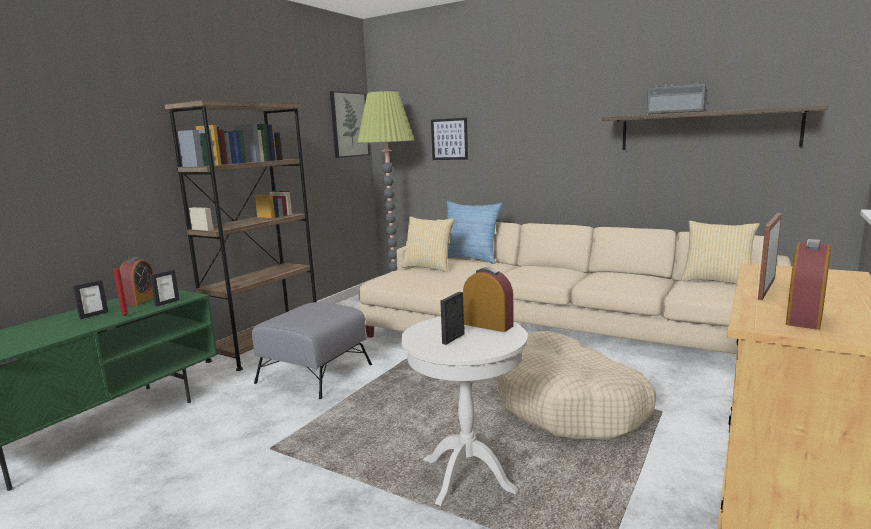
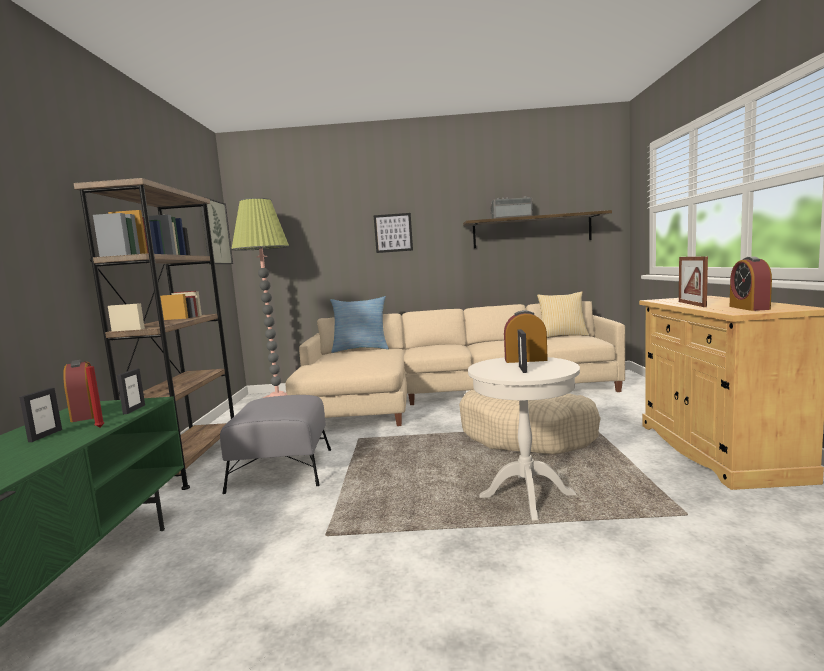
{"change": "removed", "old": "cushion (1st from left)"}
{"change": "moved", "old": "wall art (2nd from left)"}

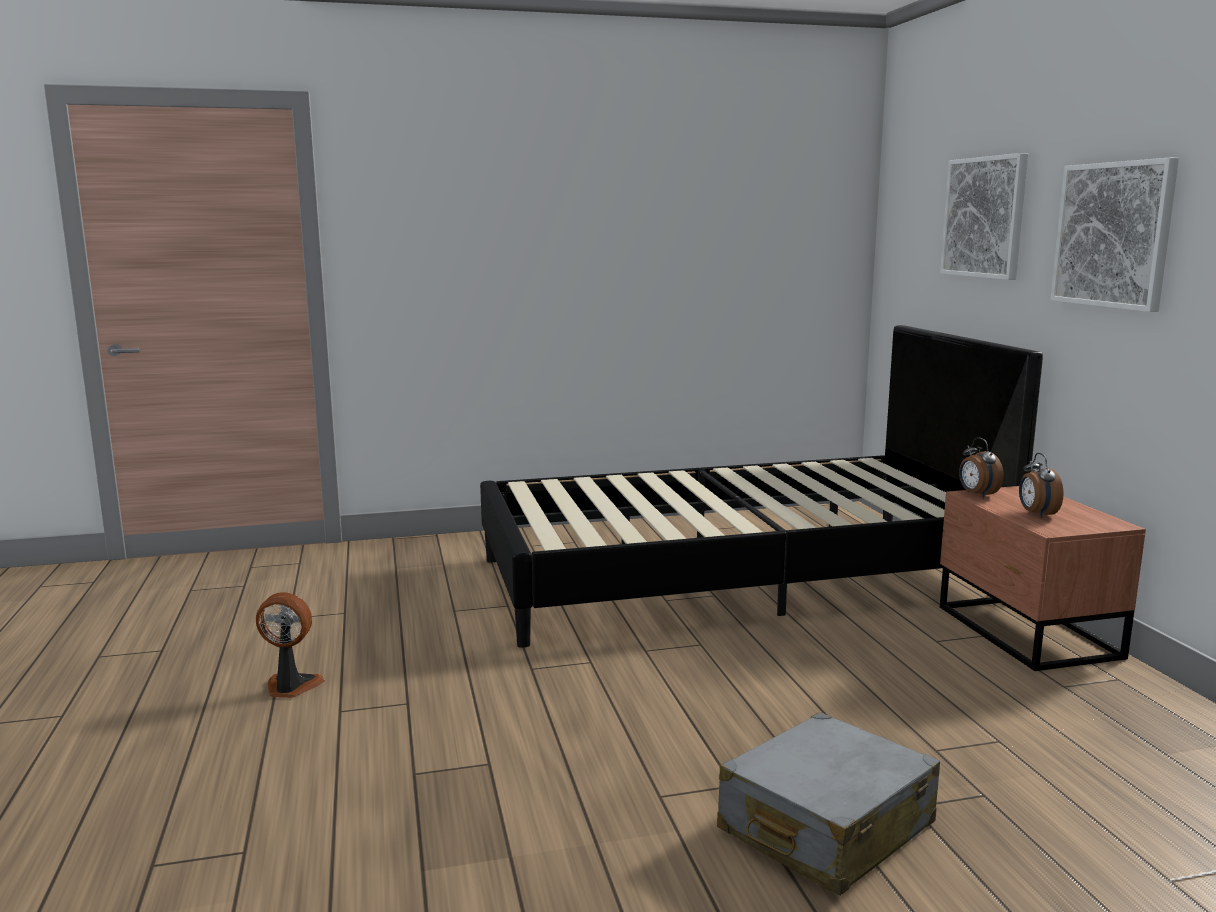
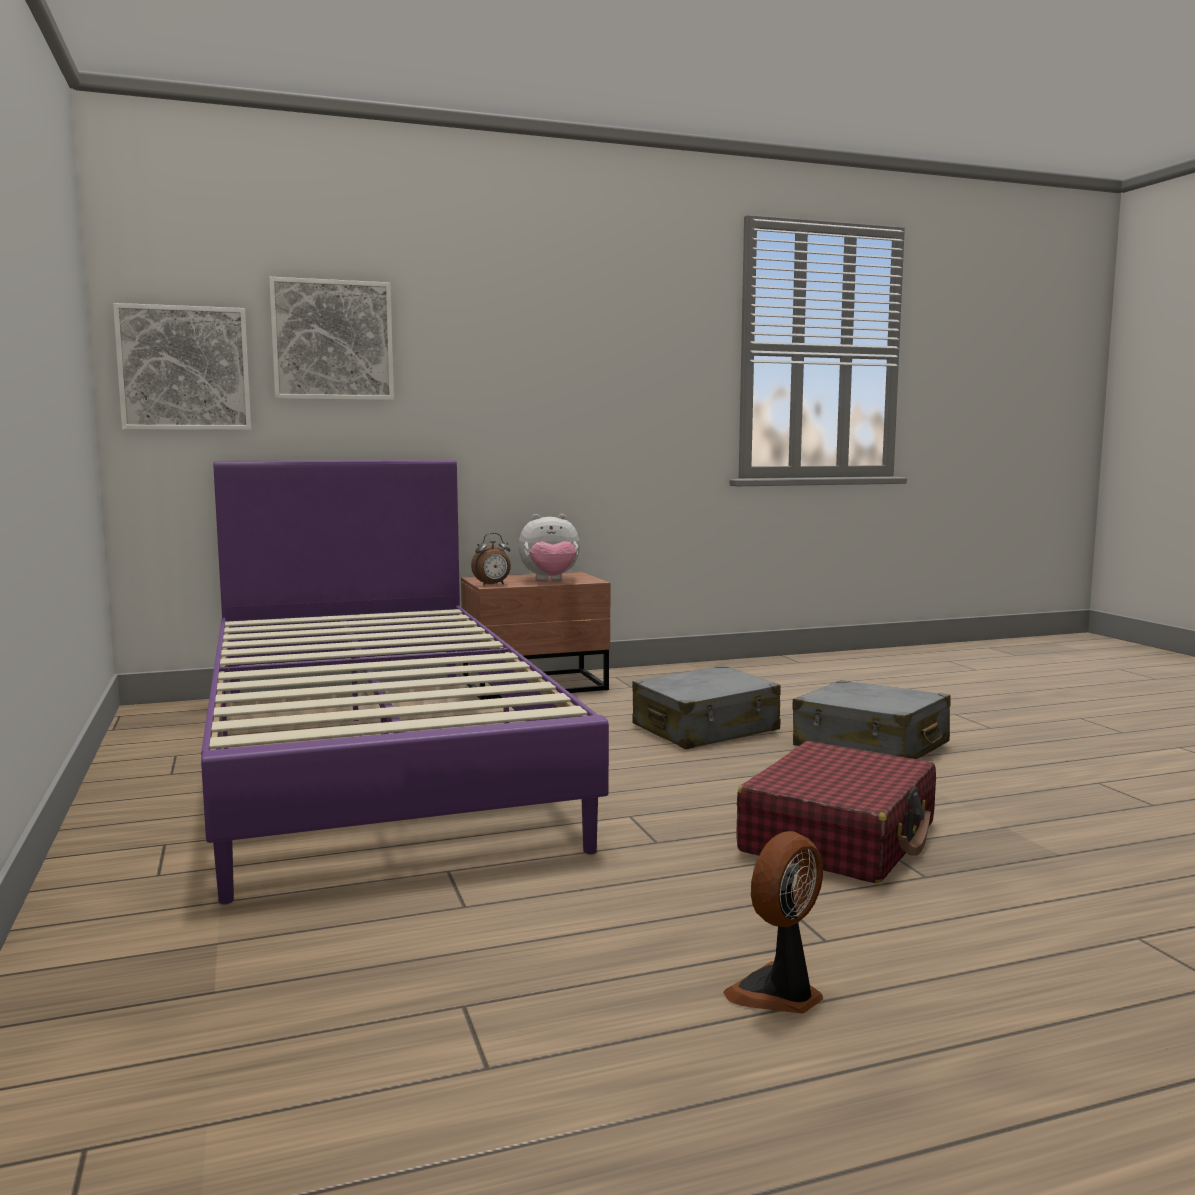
{"change": "turned", "old": "fan", "degrees": 45}
{"change": "recoloured", "old": "bed/black-coloured", "new": "bed/purple-coloured"}
{"change": "replaced", "old": "alarm clock (2nd from left)", "new": "cuddly toy"}
{"change": "moved", "old": "wall art (2nd from left in the first image)", "new": "wall art (1st from left)"}
{"change": "added", "new": "suitcase/gray (1st from left)"}
{"change": "added", "new": "suitcase/red-coloured"}

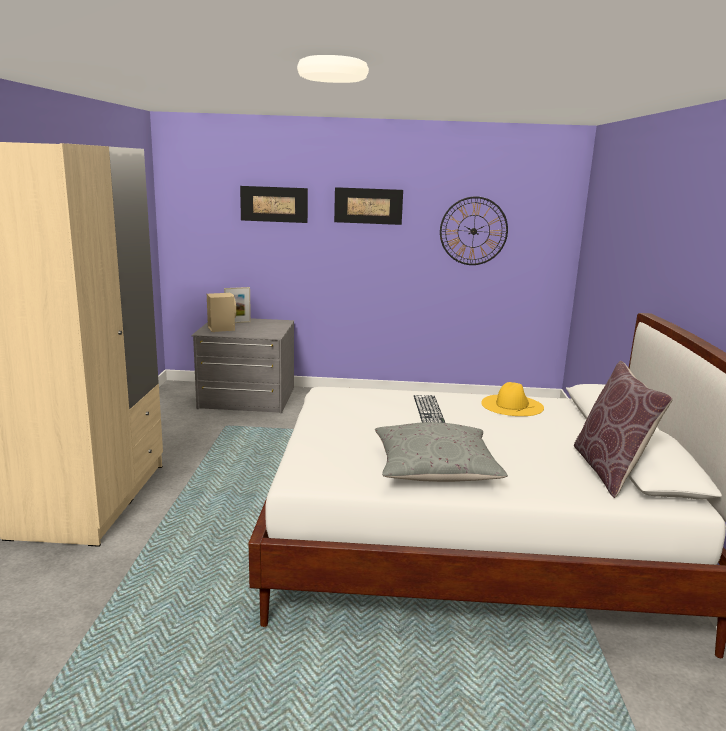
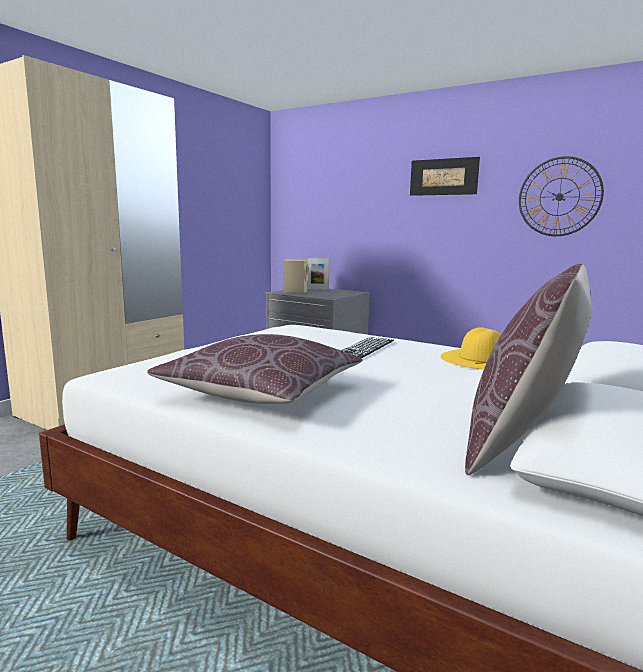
{"change": "removed", "old": "wall art (1st from left)"}
{"change": "recoloured", "old": "cushion/gray", "new": "cushion/brown-coloured (1st from left)"}

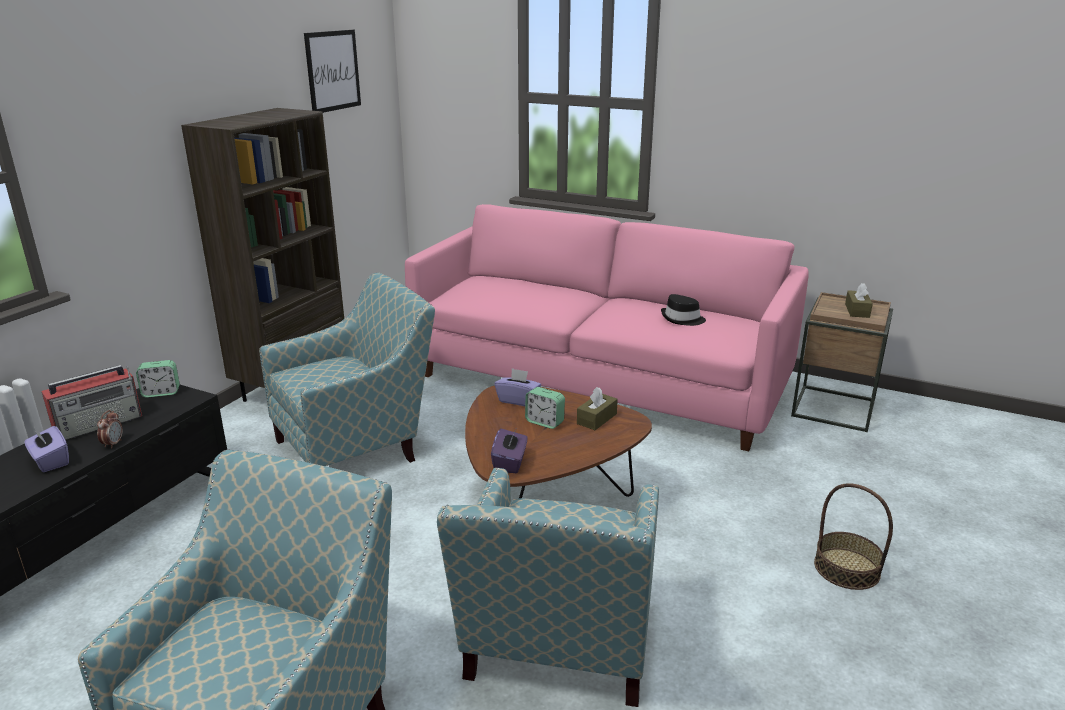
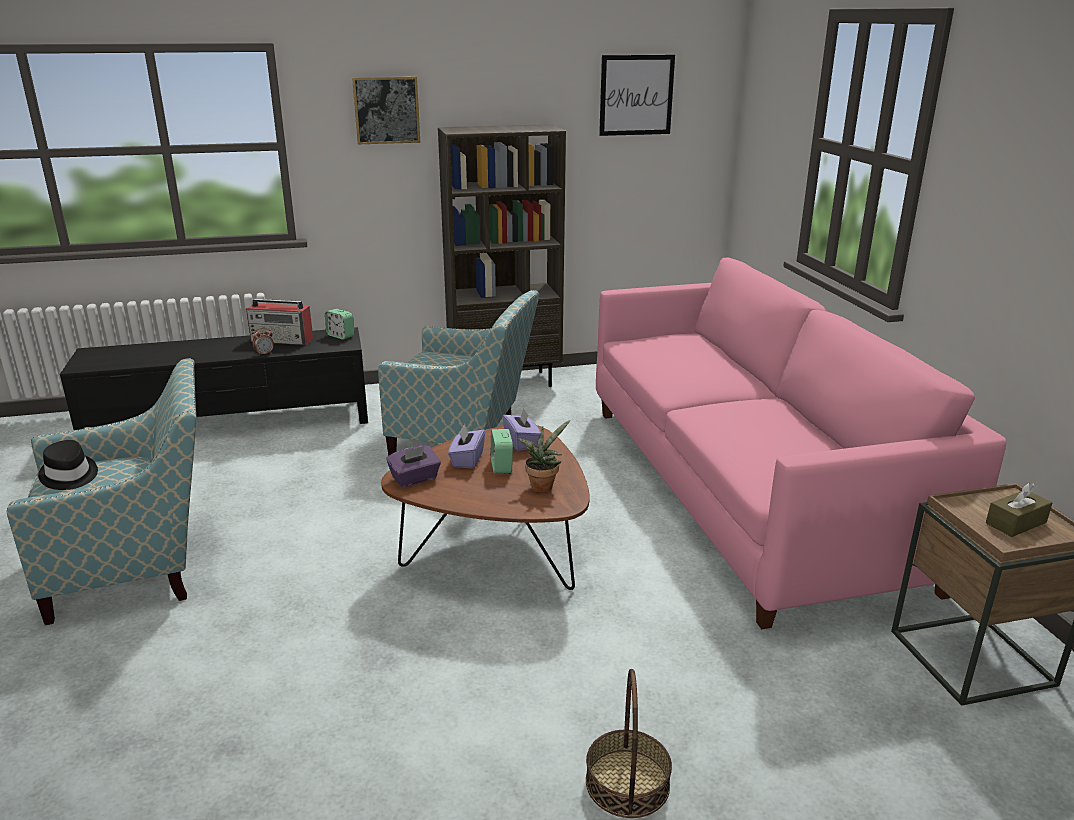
{"change": "moved", "old": "box of tissues/purple-coloured (1st from left in the first image)", "new": "box of tissues/purple-coloured (2nd from left)"}
{"change": "removed", "old": "easy chair (3rd from left)"}
{"change": "replaced", "old": "box of tissues/brown-coloured (1st from left)", "new": "potted plant"}
{"change": "moved", "old": "wearable hat/black-coloured"}
{"change": "added", "new": "wall art (1st from left)"}

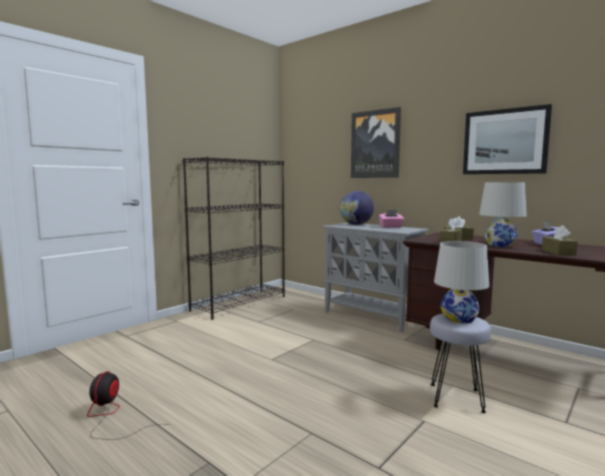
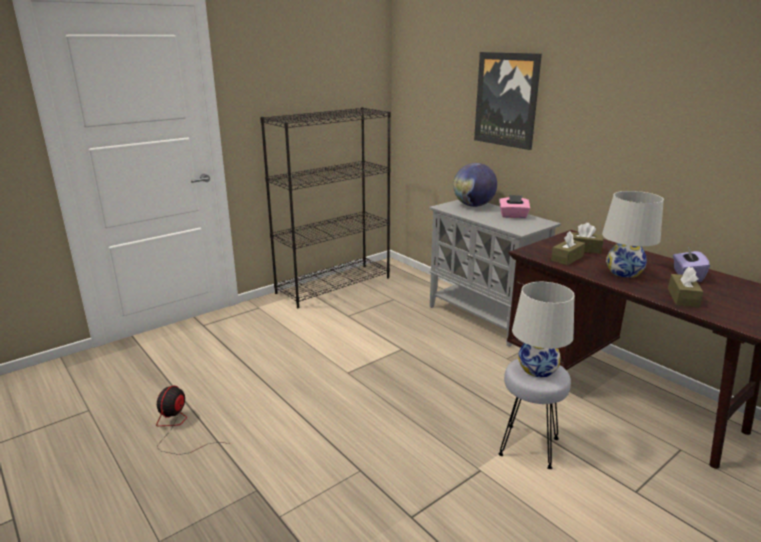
{"change": "removed", "old": "wall art (2nd from left)"}

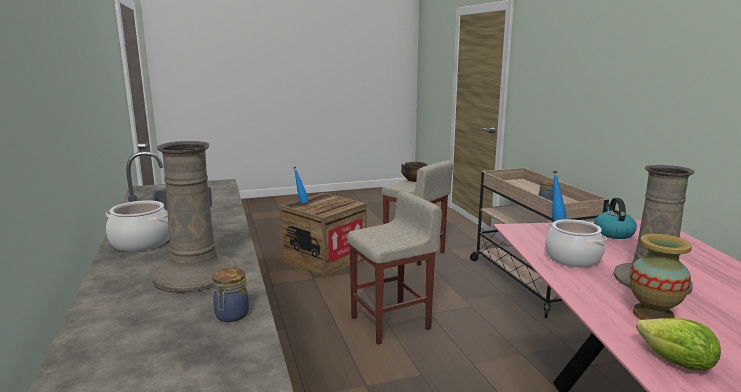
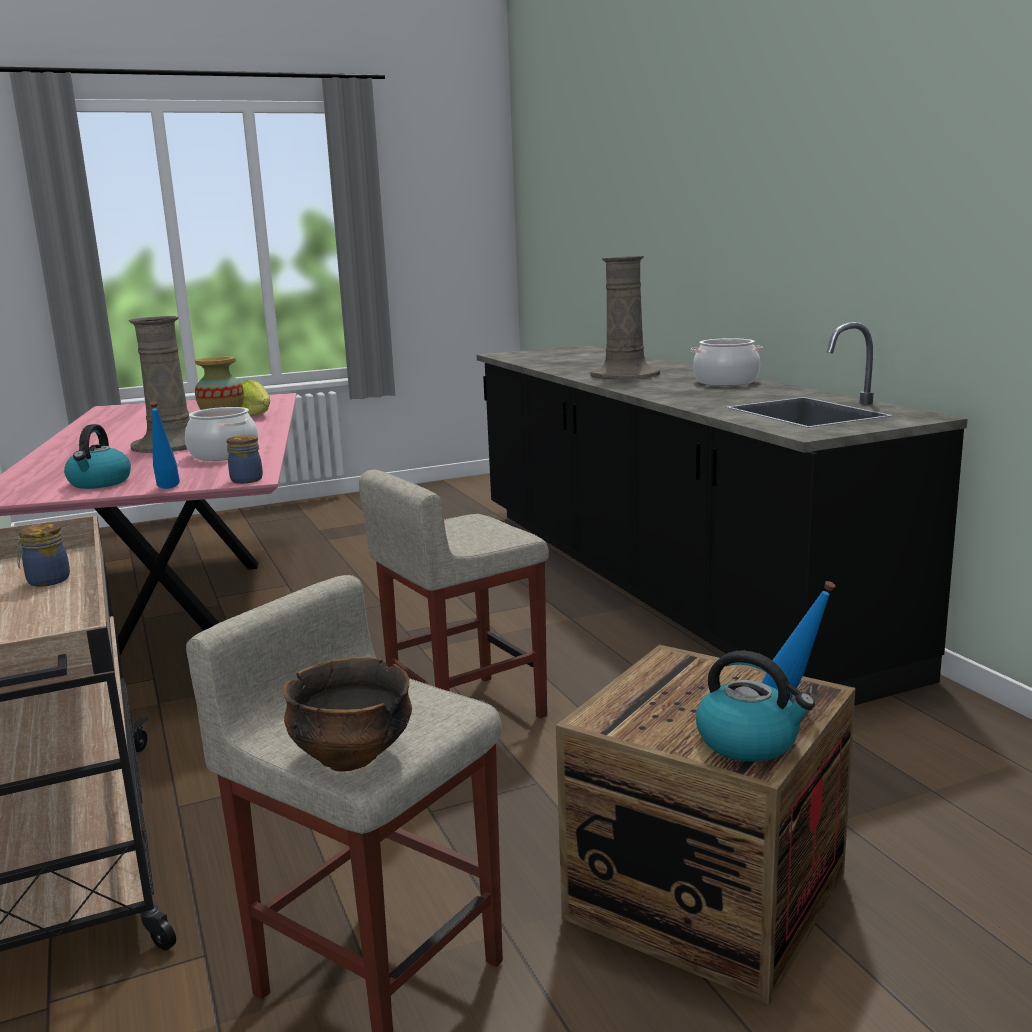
{"change": "moved", "old": "jar (1st from left in the first image)", "new": "jar (2nd from left)"}
{"change": "added", "new": "kettle (2nd from left)"}

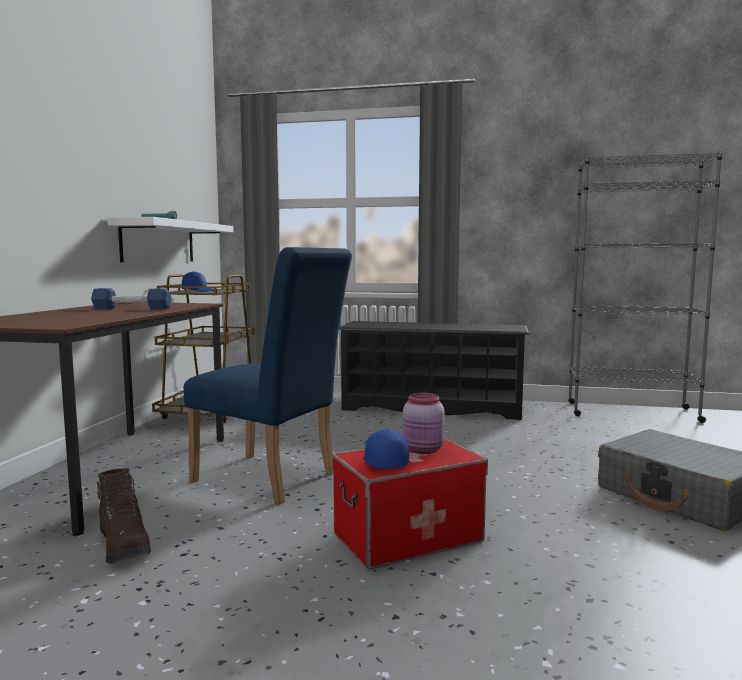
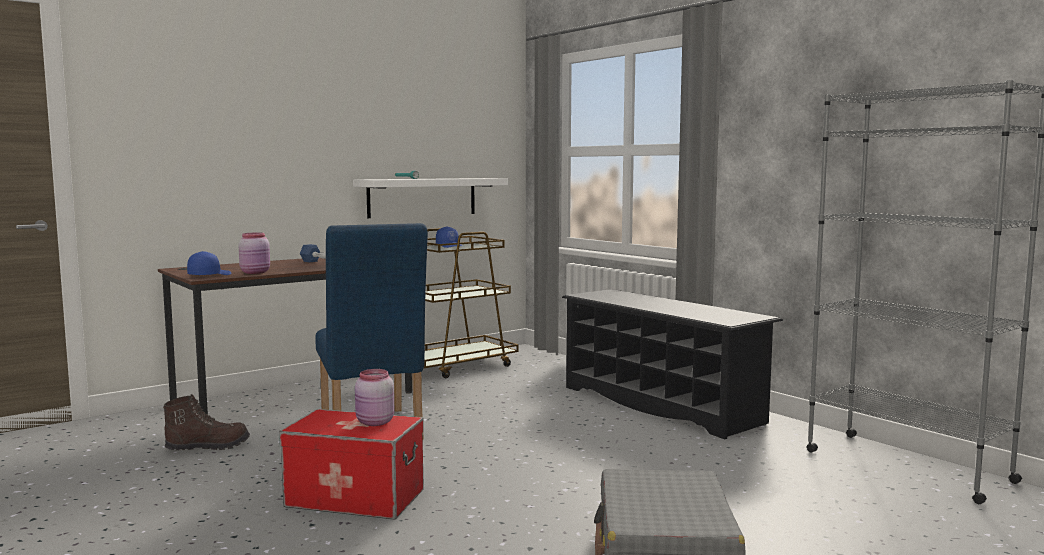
{"change": "turned", "old": "tall boot/brown-coloured", "degrees": -120}
{"change": "moved", "old": "peaked cap/blue (2nd from left in the first image)", "new": "peaked cap/blue (1st from left)"}
{"change": "added", "new": "jar/pink (1st from left)"}

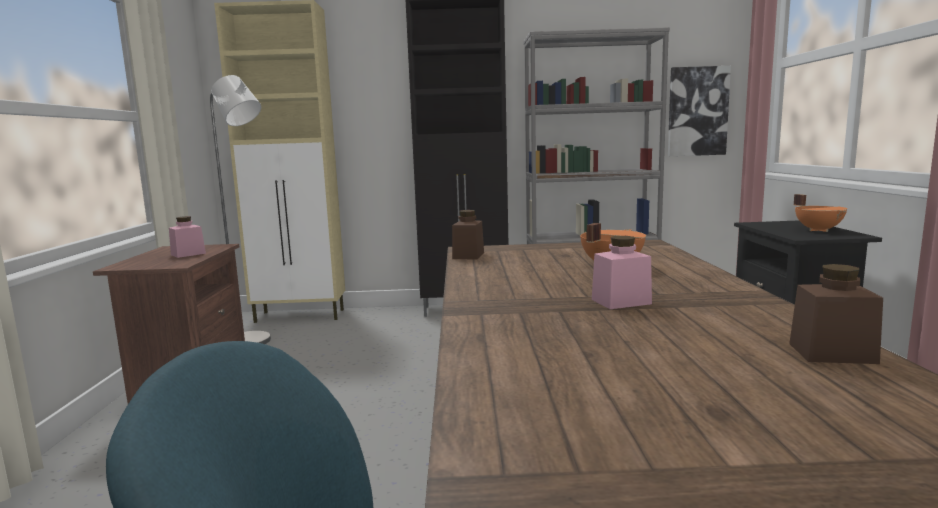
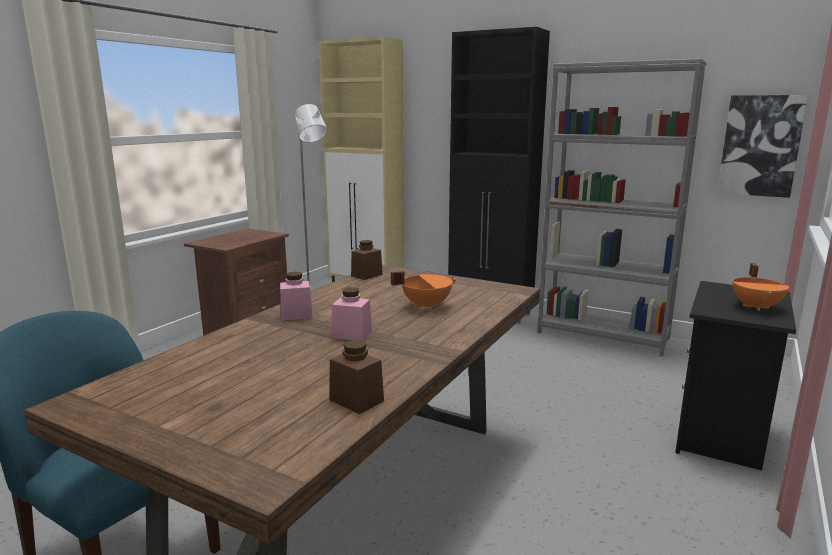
{"change": "moved", "old": "jar/pink (1st from left)"}

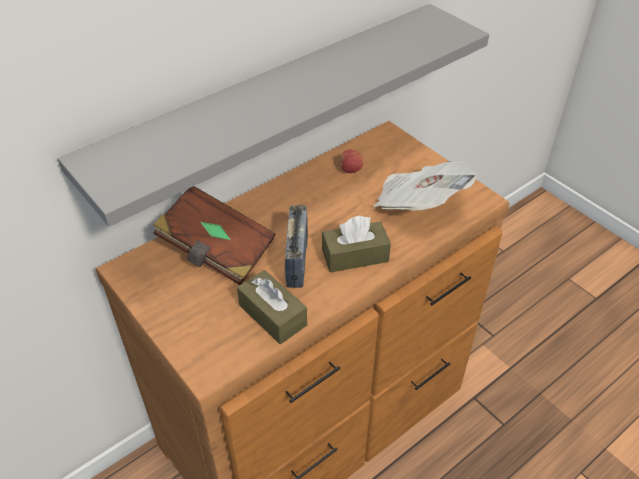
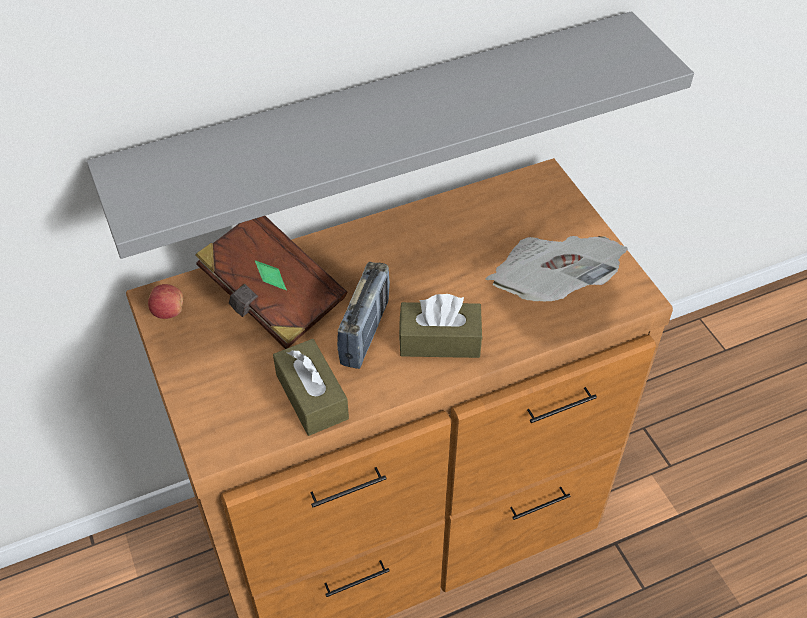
{"change": "moved", "old": "apple"}

